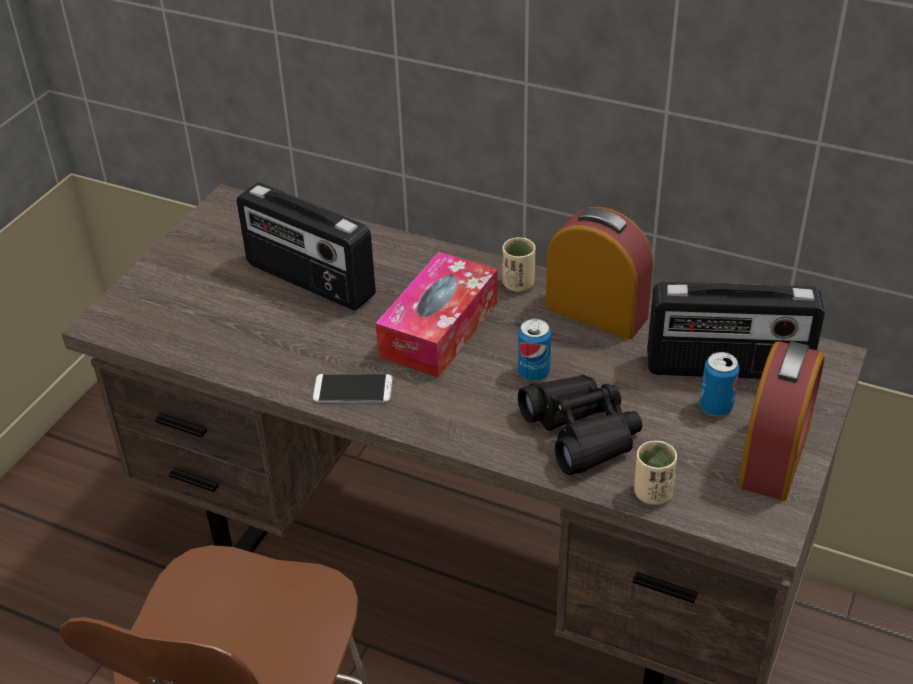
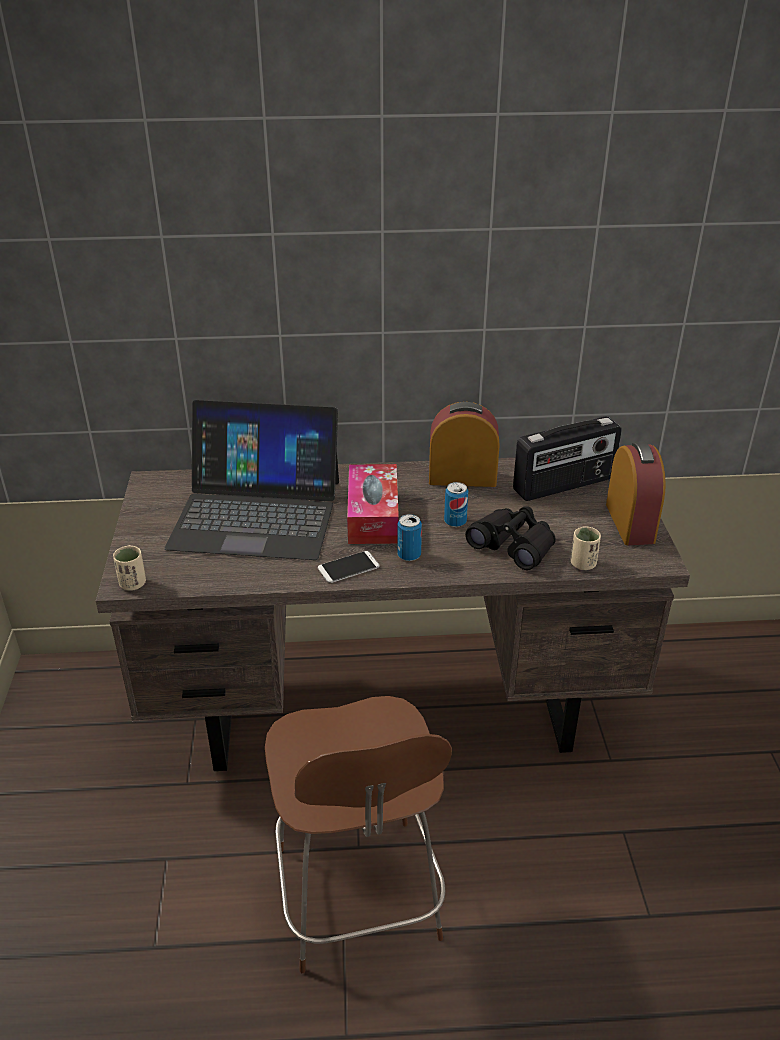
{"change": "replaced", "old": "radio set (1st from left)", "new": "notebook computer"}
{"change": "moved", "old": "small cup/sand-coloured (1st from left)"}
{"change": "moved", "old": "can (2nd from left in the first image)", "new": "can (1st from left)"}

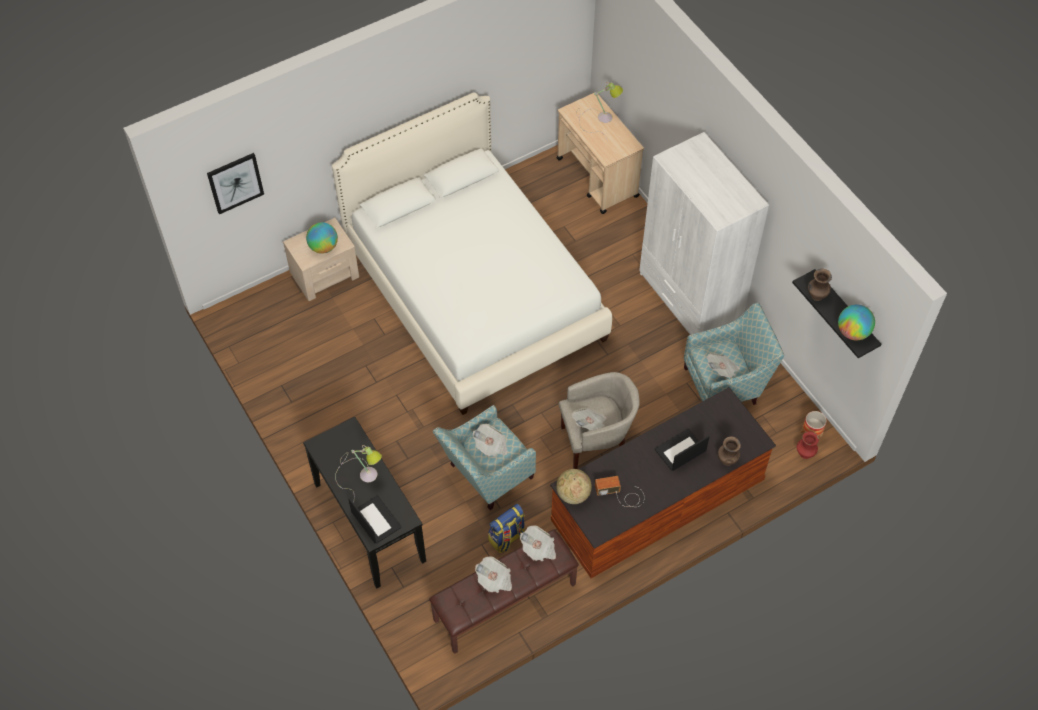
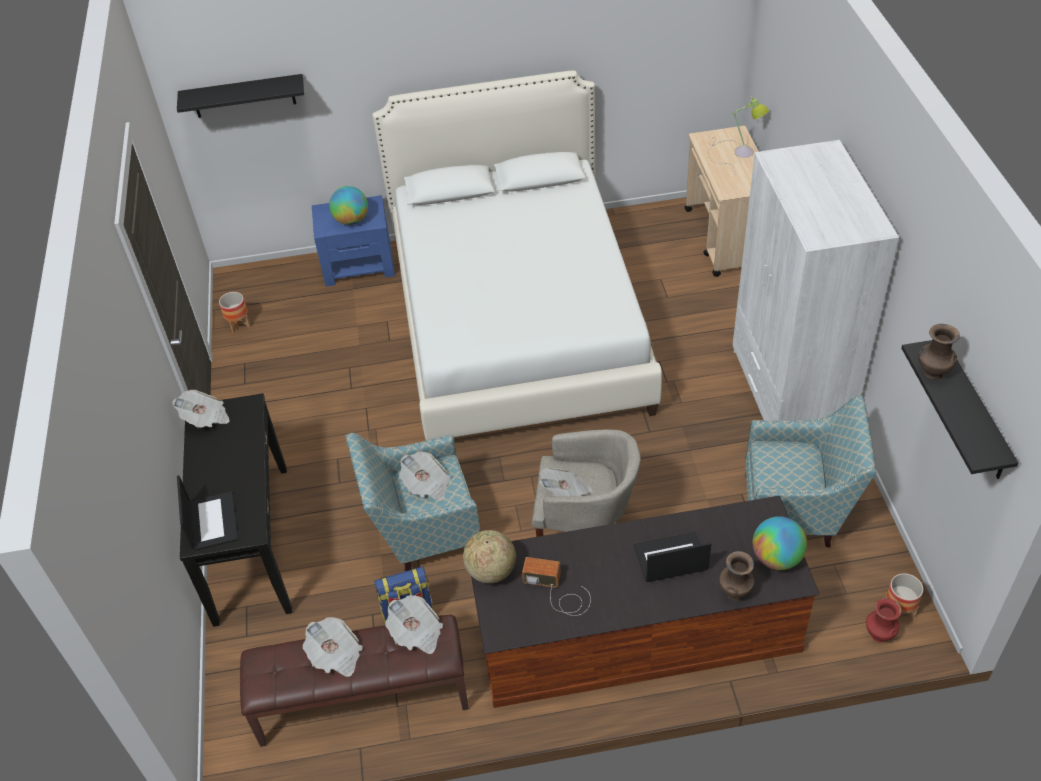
{"change": "replaced", "old": "wall art", "new": "wall shelf/black-coloured (1st from left)"}
{"change": "recoloured", "old": "bedside table/sand-coloured", "new": "bedside table/blue"}
{"change": "removed", "old": "tabletop lamp (1st from left)"}
{"change": "moved", "old": "newspaper (5th from left in the first image)", "new": "newspaper (1st from left)"}
{"change": "moved", "old": "desk globe (3rd from left)"}
{"change": "added", "new": "flower pot (1st from left)"}

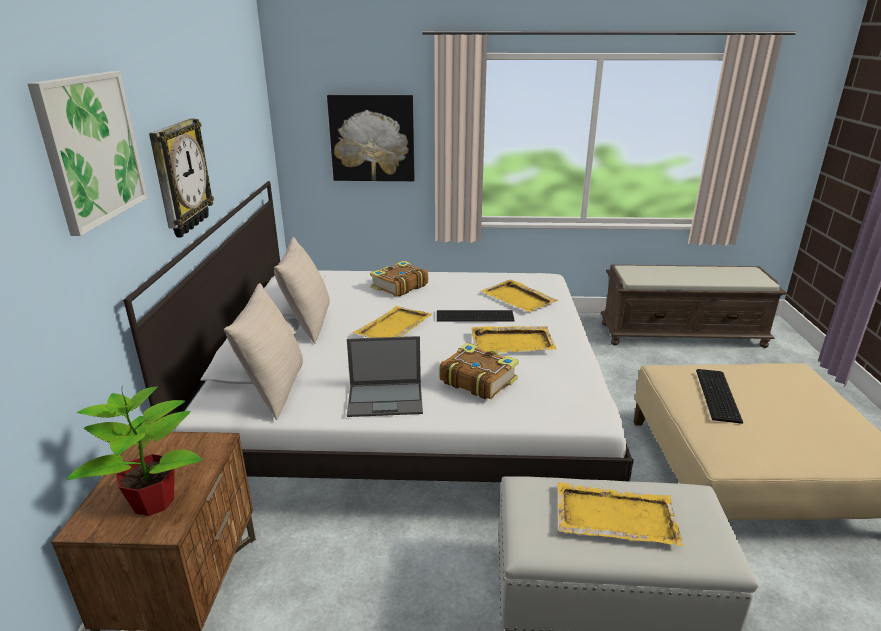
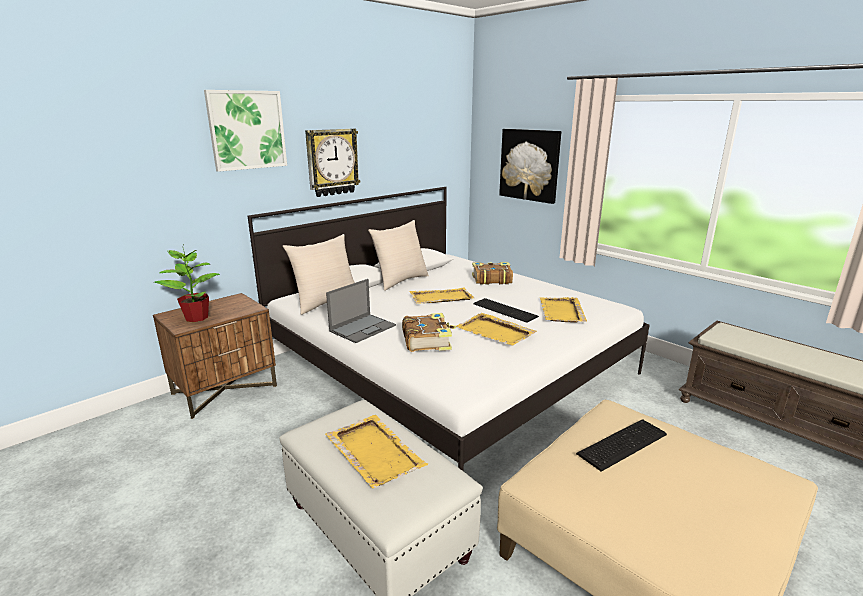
{"change": "turned", "old": "notebook computer", "degrees": -90}

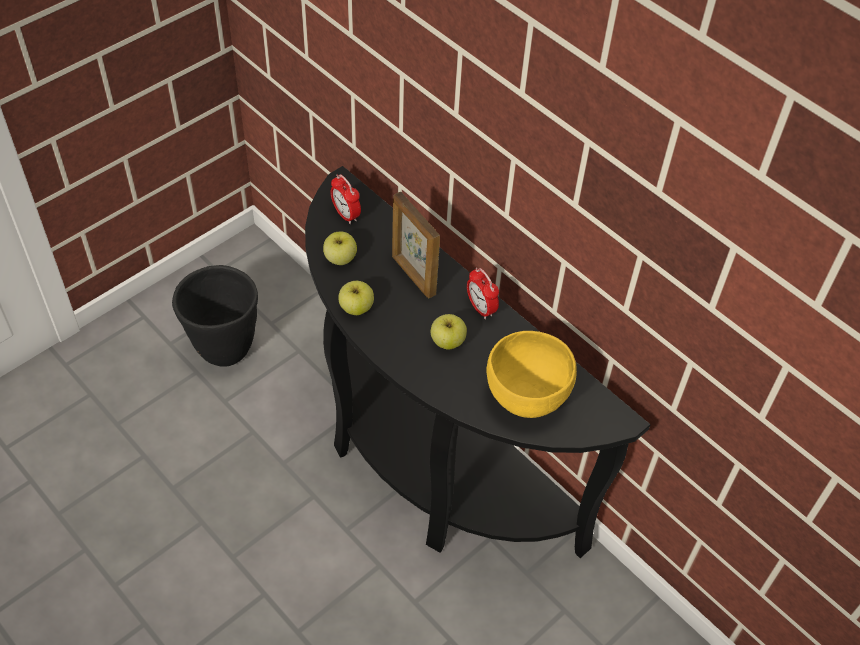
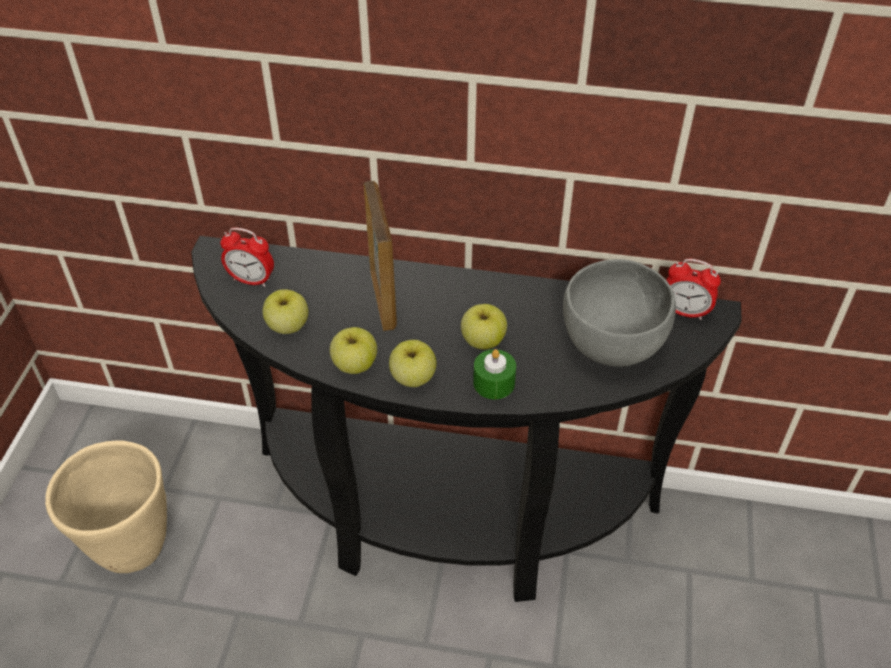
{"change": "recoloured", "old": "flower pot/black-coloured", "new": "flower pot/sand-coloured"}
{"change": "turned", "old": "picture frame", "degrees": -120}
{"change": "moved", "old": "alarm clock (2nd from left)"}
{"change": "recoloured", "old": "serving bowl/yellow-coloured", "new": "serving bowl/gray"}
{"change": "added", "new": "apple (3rd from left)"}
{"change": "added", "new": "candle/green"}

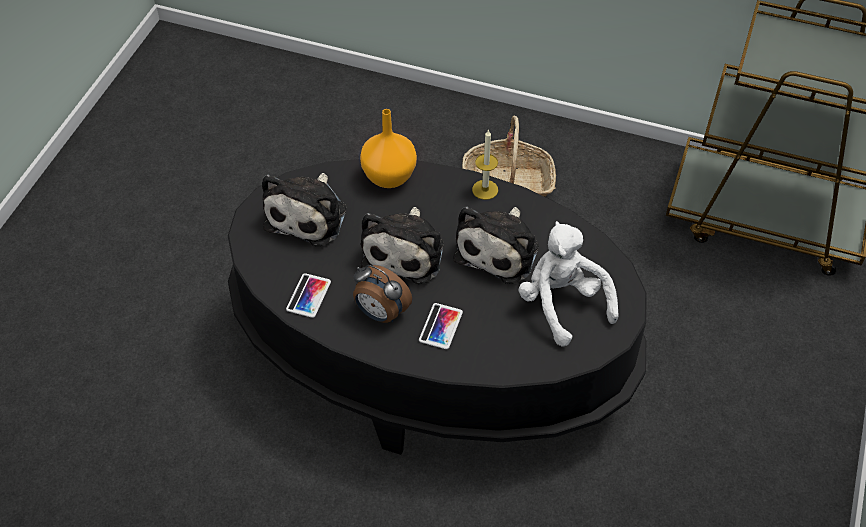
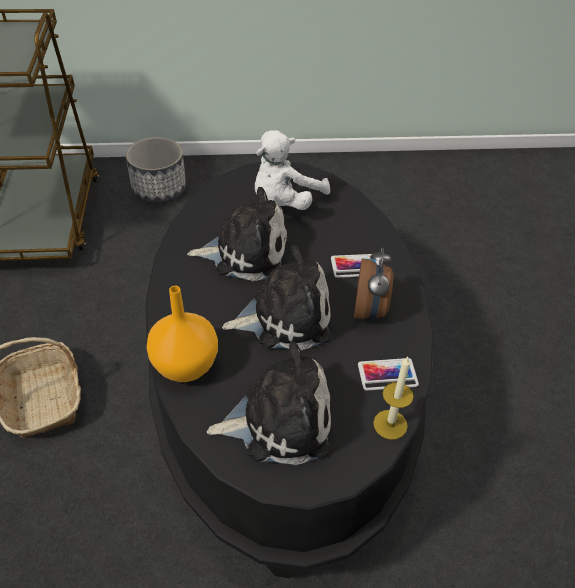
{"change": "moved", "old": "candle"}
{"change": "added", "new": "flower pot"}

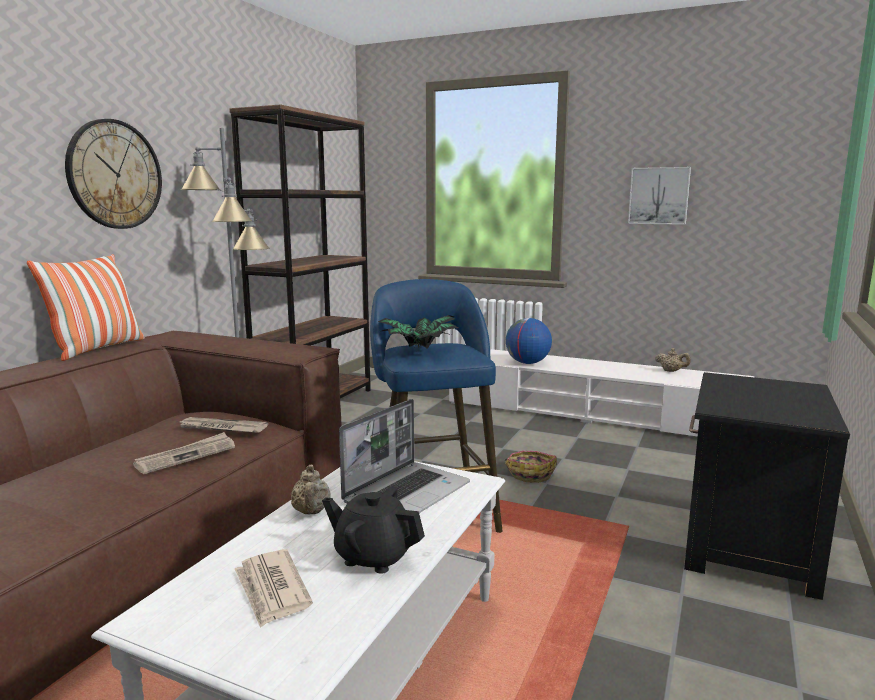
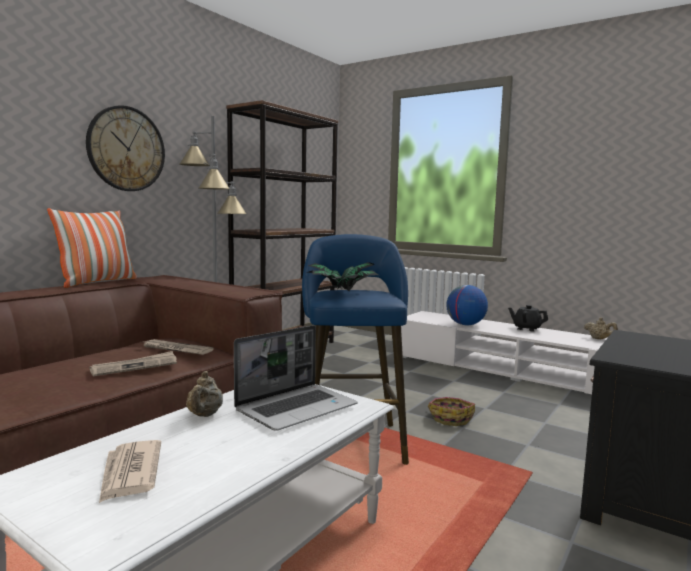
{"change": "moved", "old": "teapot/black-coloured"}
{"change": "removed", "old": "wall art"}

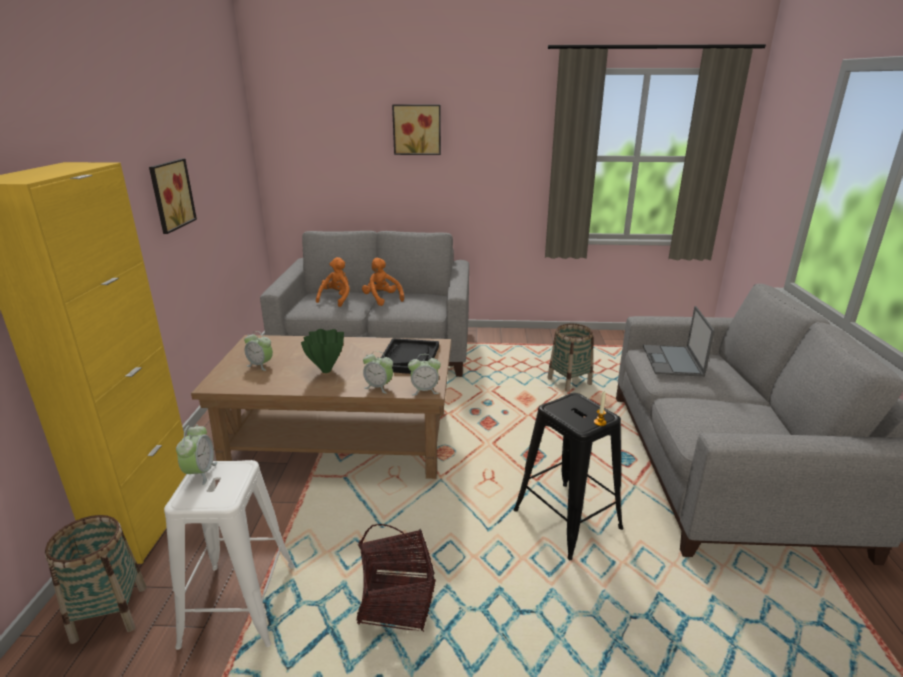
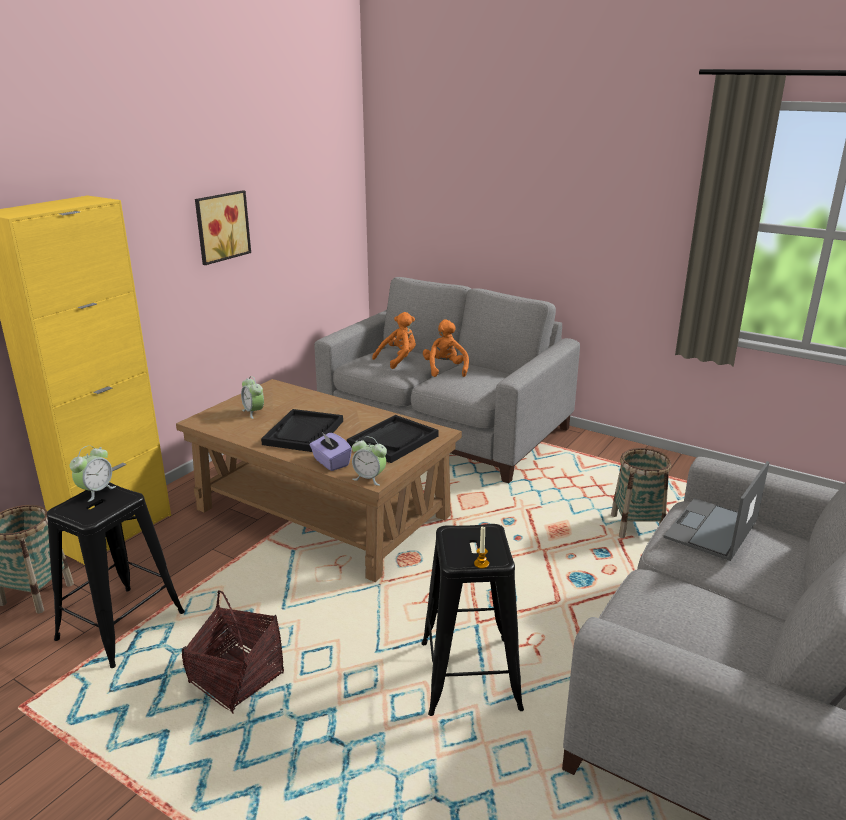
{"change": "recoloured", "old": "stool/whitish", "new": "stool/black-coloured (1st from left)"}
{"change": "replaced", "old": "flower vase/green", "new": "tray/black-coloured (1st from left)"}
{"change": "replaced", "old": "alarm clock (3rd from left)", "new": "box of tissues/purple-coloured"}
{"change": "removed", "old": "wall art (2nd from left)"}

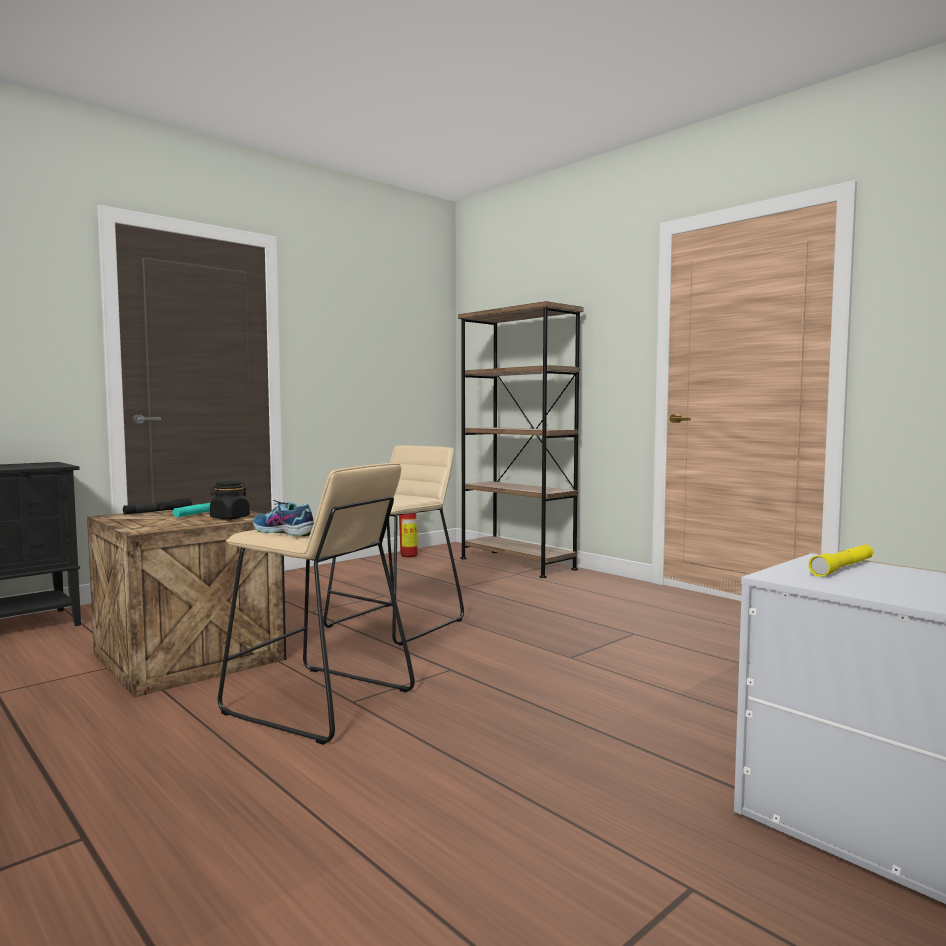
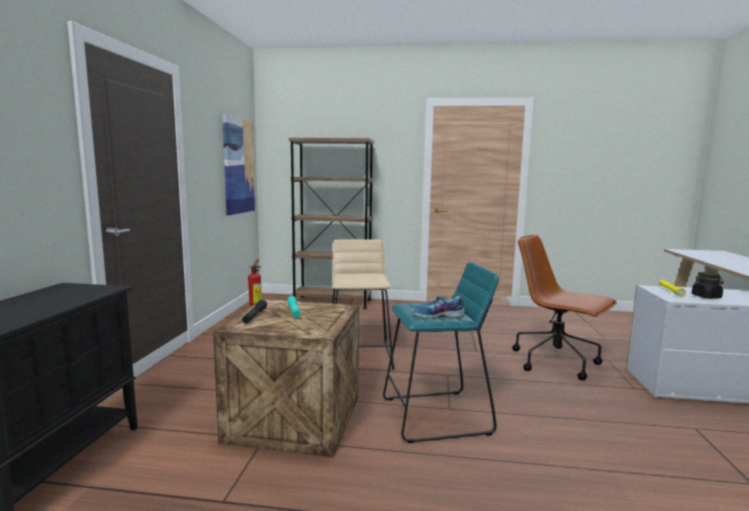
{"change": "moved", "old": "jar/black-coloured"}
{"change": "recoloured", "old": "stool/sand-coloured (1st from left)", "new": "stool/turquoise-coloured"}
{"change": "added", "new": "wall art"}
{"change": "added", "new": "desk chair/brown-coloured"}

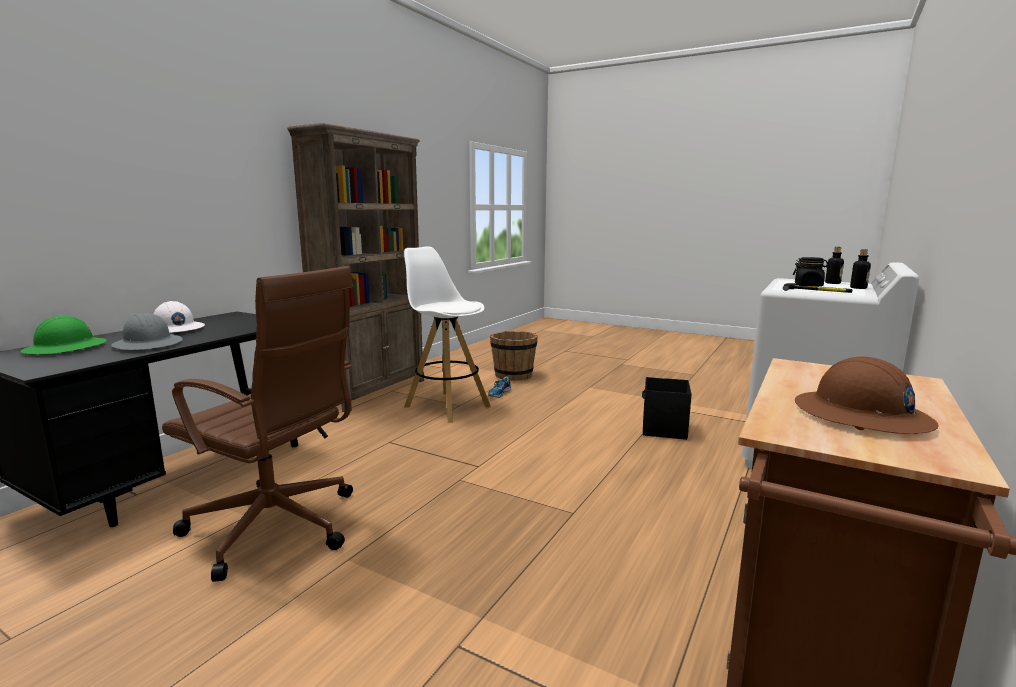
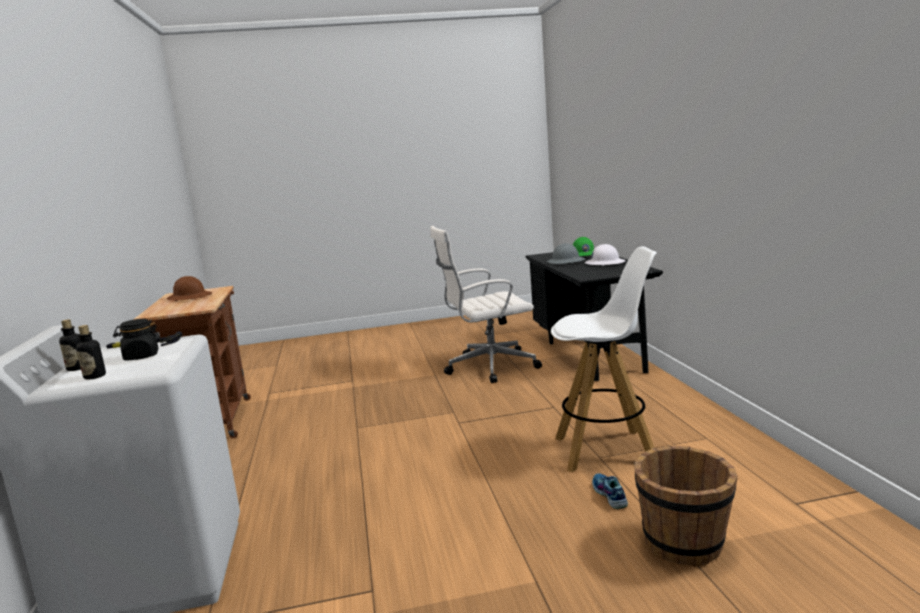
{"change": "recoloured", "old": "desk chair/brown-coloured", "new": "desk chair/whitish"}
{"change": "removed", "old": "bookshelf/brown-coloured"}
{"change": "removed", "old": "storage container/black-coloured"}

